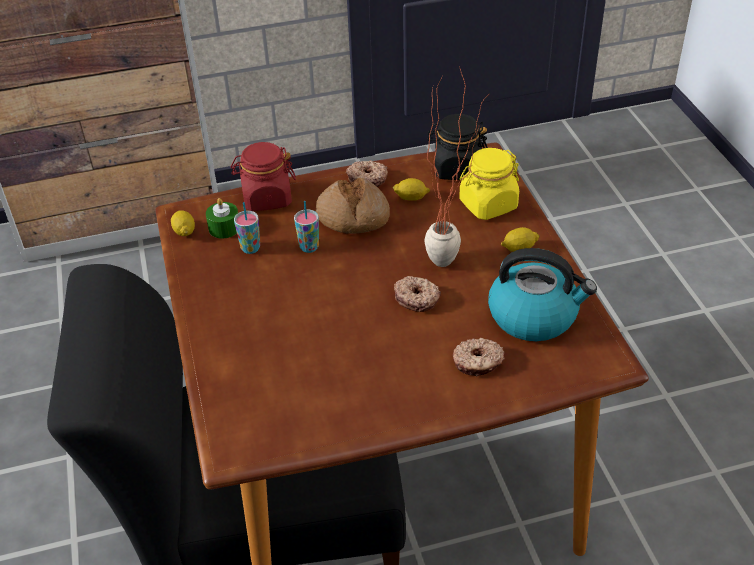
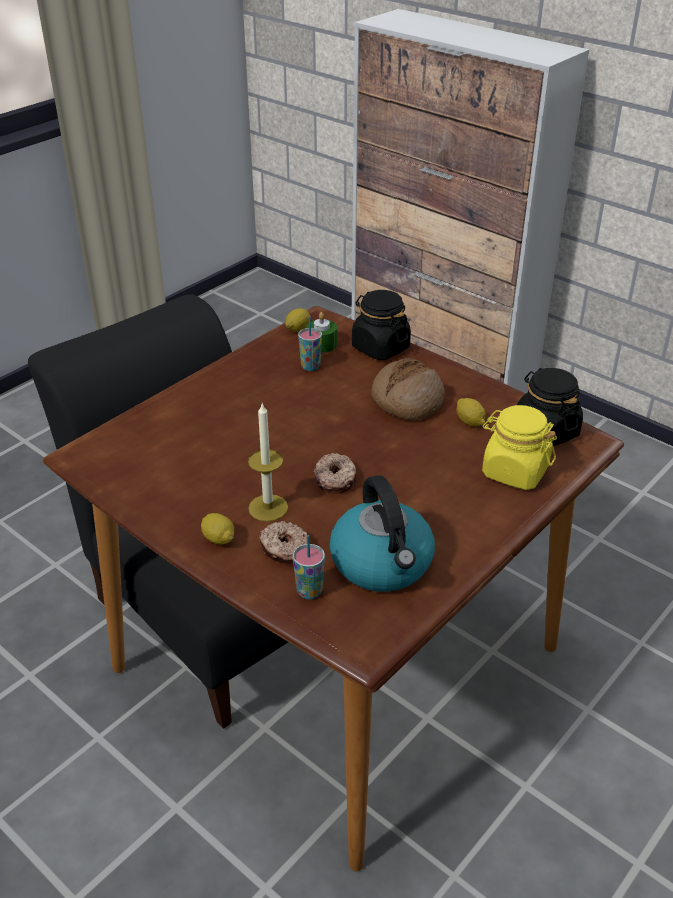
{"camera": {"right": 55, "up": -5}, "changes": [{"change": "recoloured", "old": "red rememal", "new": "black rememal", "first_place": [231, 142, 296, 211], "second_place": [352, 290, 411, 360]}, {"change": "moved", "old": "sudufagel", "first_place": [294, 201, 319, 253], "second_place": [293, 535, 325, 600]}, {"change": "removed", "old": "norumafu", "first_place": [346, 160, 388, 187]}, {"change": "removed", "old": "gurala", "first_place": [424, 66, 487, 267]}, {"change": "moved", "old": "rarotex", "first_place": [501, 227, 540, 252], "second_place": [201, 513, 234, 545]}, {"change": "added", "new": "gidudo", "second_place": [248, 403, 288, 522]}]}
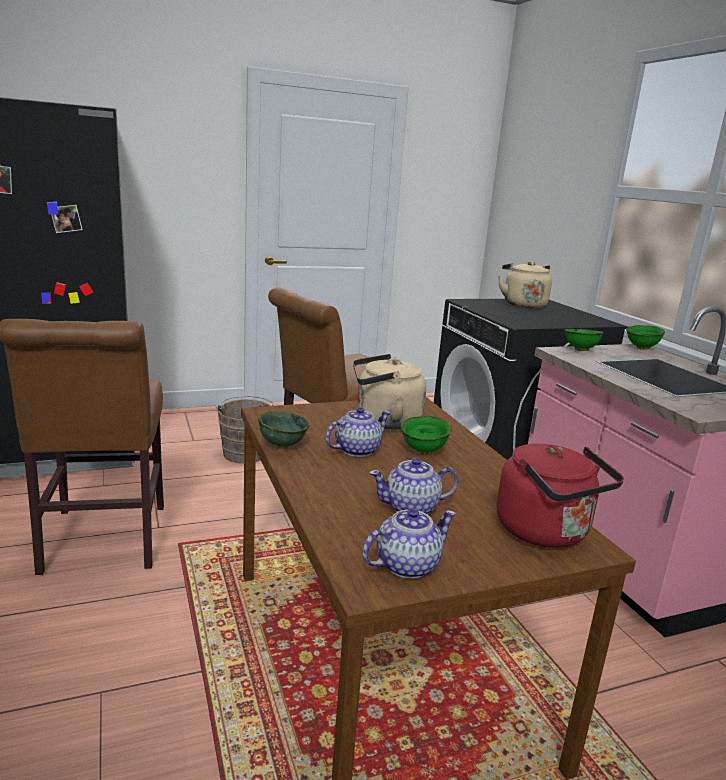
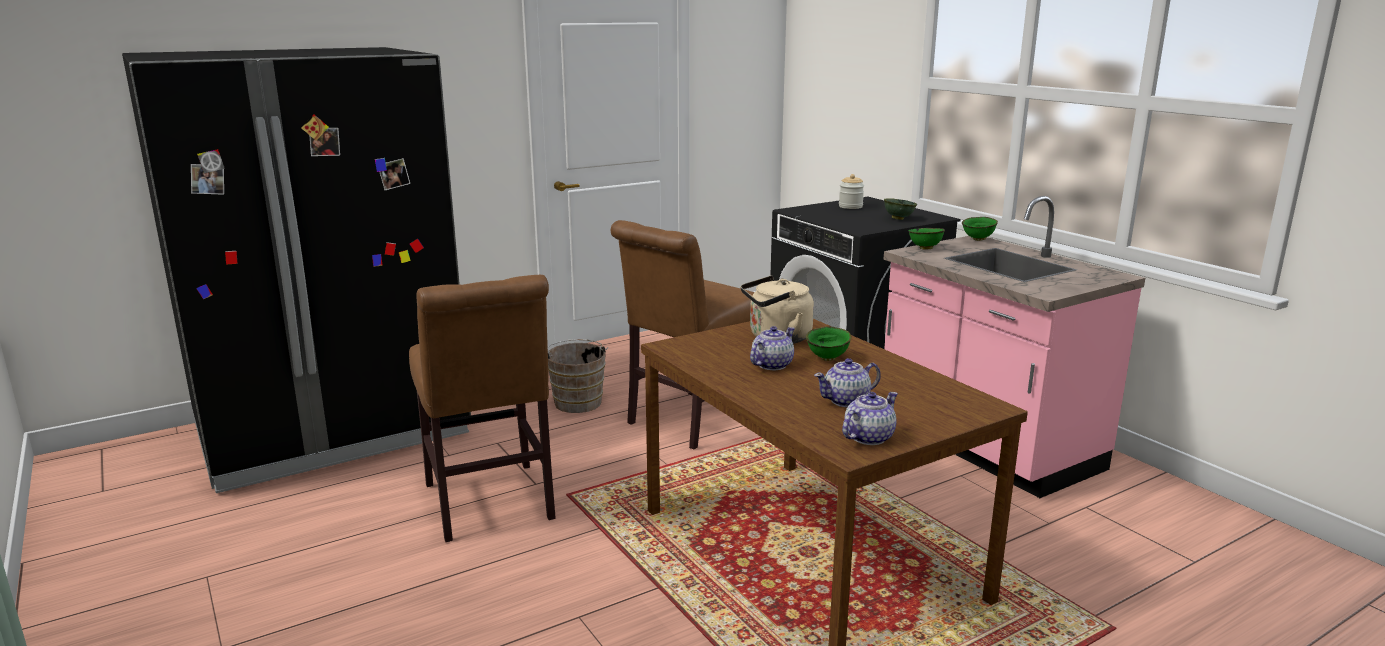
{"camera": {"right": -10, "up": 0}, "changes": [{"change": "moved", "old": "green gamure", "first_place": [258, 411, 309, 449], "second_place": [884, 199, 917, 220]}, {"change": "removed", "old": "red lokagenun", "first_place": [496, 443, 624, 548]}, {"change": "replaced", "old": "beige lokagenun", "new": "rememal", "first_place": [498, 262, 552, 308], "second_place": [839, 174, 864, 209]}]}
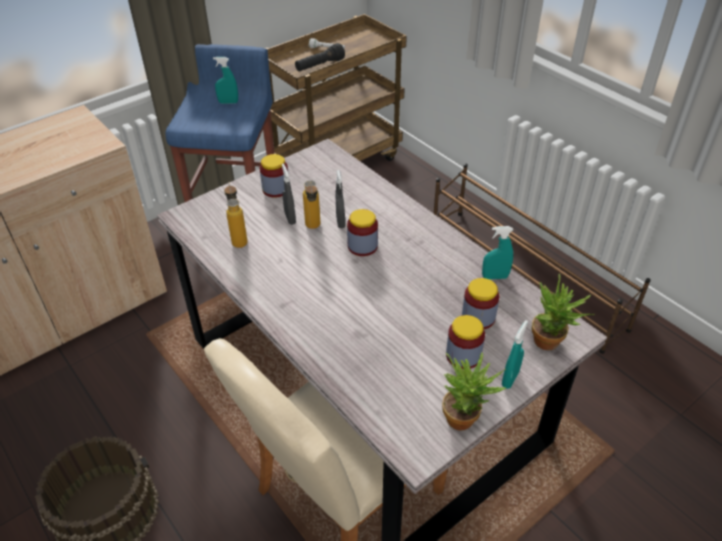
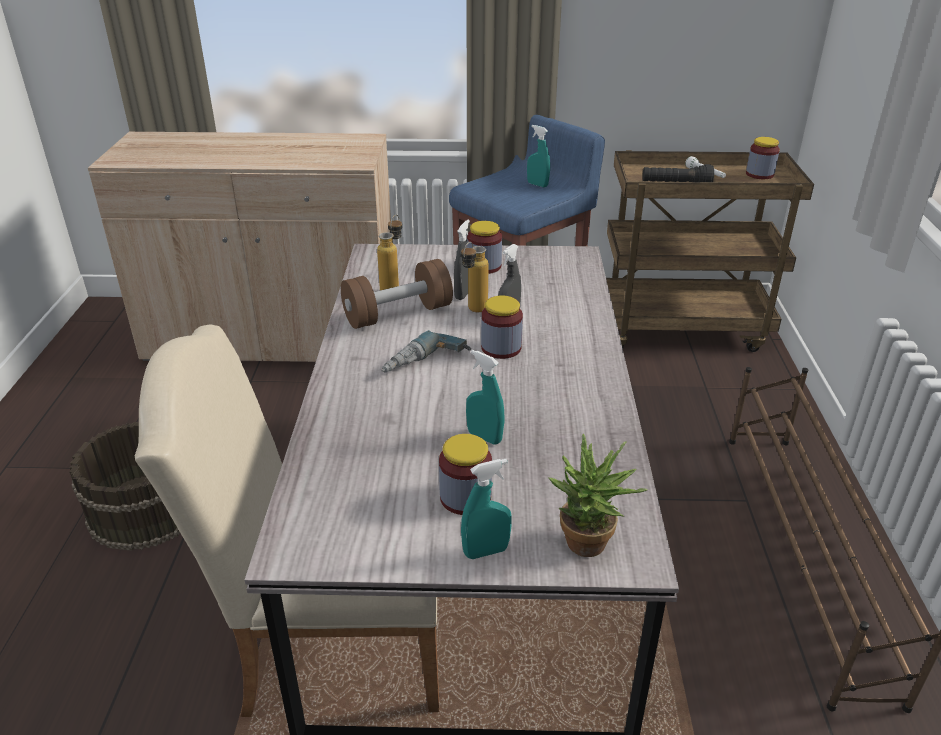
{"camera": {"right": 40, "up": -10}, "changes": [{"change": "removed", "old": "gurala", "first_place": [442, 353, 506, 431]}, {"change": "moved", "old": "rememal", "first_place": [462, 278, 499, 329], "second_place": [746, 137, 780, 179]}, {"change": "moved", "old": "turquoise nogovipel", "first_place": [482, 226, 513, 280], "second_place": [466, 350, 505, 445]}, {"change": "added", "new": "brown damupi", "second_place": [341, 259, 453, 329]}, {"change": "added", "new": "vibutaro", "second_place": [382, 330, 471, 373]}]}
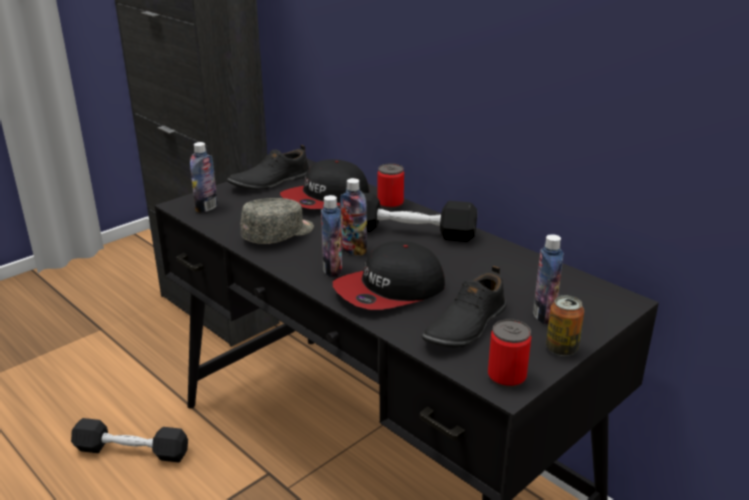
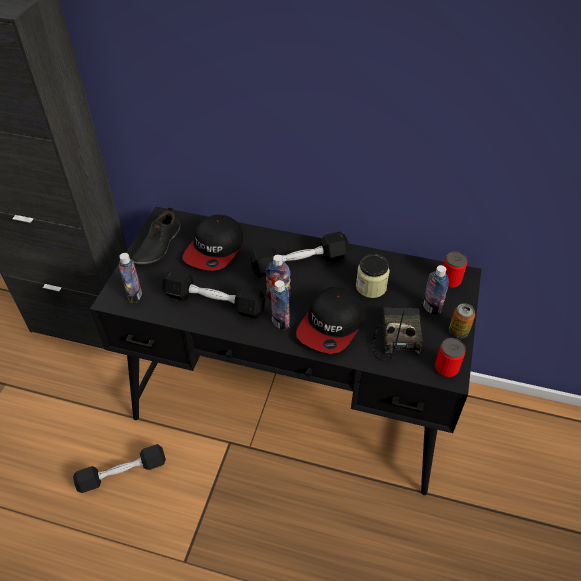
{"camera": {"right": -30, "up": 20}, "changes": [{"change": "replaced", "old": "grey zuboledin", "new": "black damupi", "first_place": [240, 198, 314, 244], "second_place": [162, 269, 266, 319]}, {"change": "moved", "old": "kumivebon", "first_place": [378, 163, 404, 209], "second_place": [443, 251, 467, 288]}, {"change": "replaced", "old": "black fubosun", "new": "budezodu", "first_place": [421, 266, 507, 347], "second_place": [373, 307, 423, 360]}, {"change": "added", "new": "rememal", "second_place": [356, 254, 390, 298]}]}
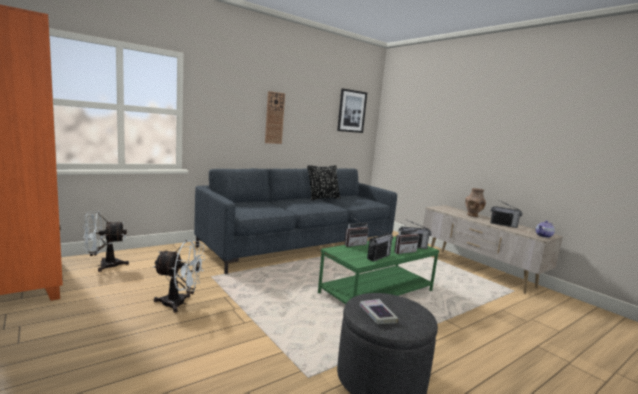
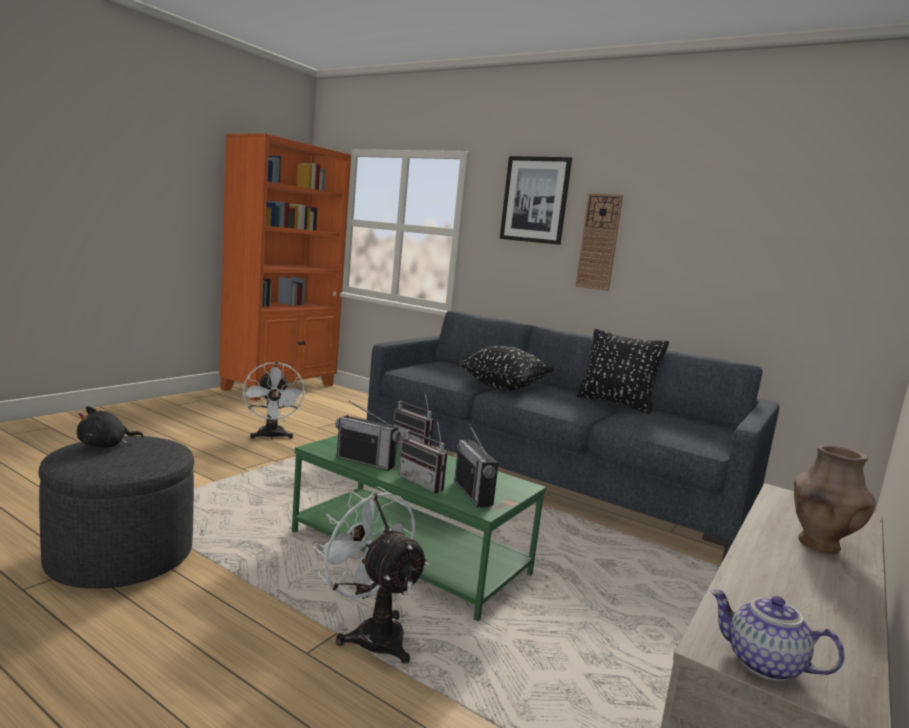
{"camera": {"right": 70, "up": 0}, "changes": [{"change": "moved", "old": "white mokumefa", "first_place": [83, 211, 129, 272], "second_place": [313, 486, 429, 664]}, {"change": "moved", "old": "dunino", "first_place": [337, 88, 367, 133], "second_place": [500, 156, 572, 245]}, {"change": "replaced", "old": "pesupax", "new": "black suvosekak", "first_place": [359, 299, 398, 324], "second_place": [77, 406, 144, 448]}, {"change": "removed", "old": "budezodu", "first_place": [490, 200, 523, 228]}, {"change": "added", "new": "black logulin", "second_place": [456, 346, 554, 391]}]}
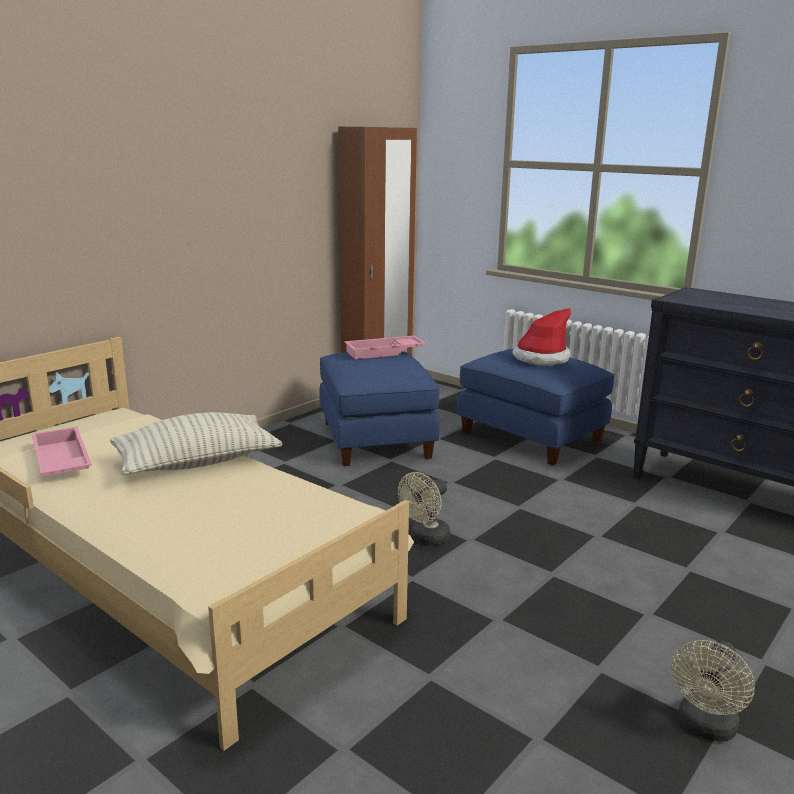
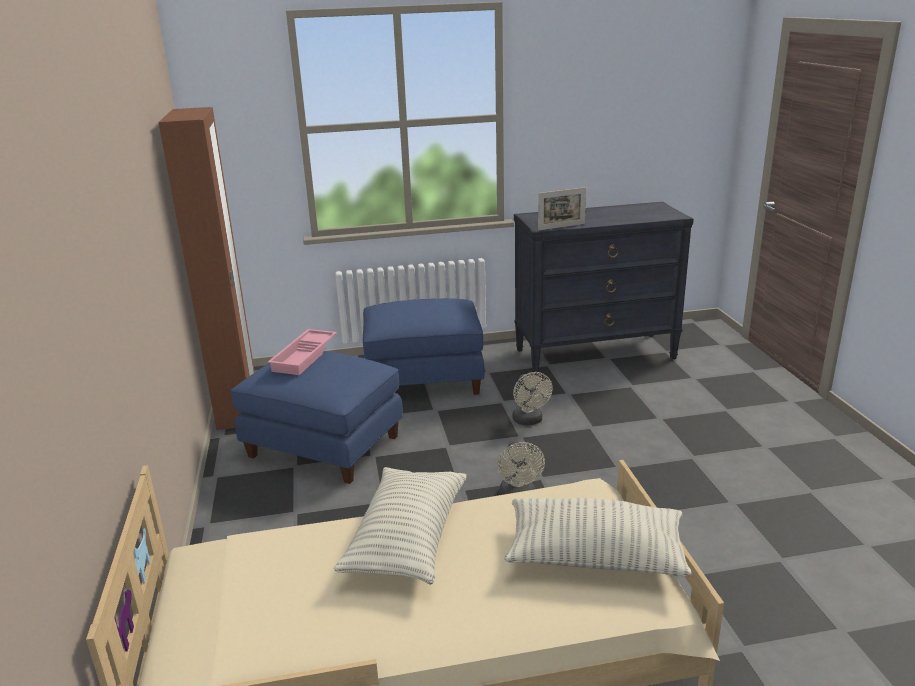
{"camera": {"right": -50, "up": 5}, "changes": [{"change": "removed", "old": "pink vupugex", "first_place": [32, 427, 92, 476]}, {"change": "removed", "old": "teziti", "first_place": [512, 308, 571, 366]}, {"change": "moved", "old": "beige mokumefa", "first_place": [671, 640, 755, 742], "second_place": [512, 372, 553, 426]}, {"change": "added", "new": "logulin", "second_place": [505, 498, 692, 577]}, {"change": "added", "new": "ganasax", "second_place": [538, 187, 586, 230]}]}
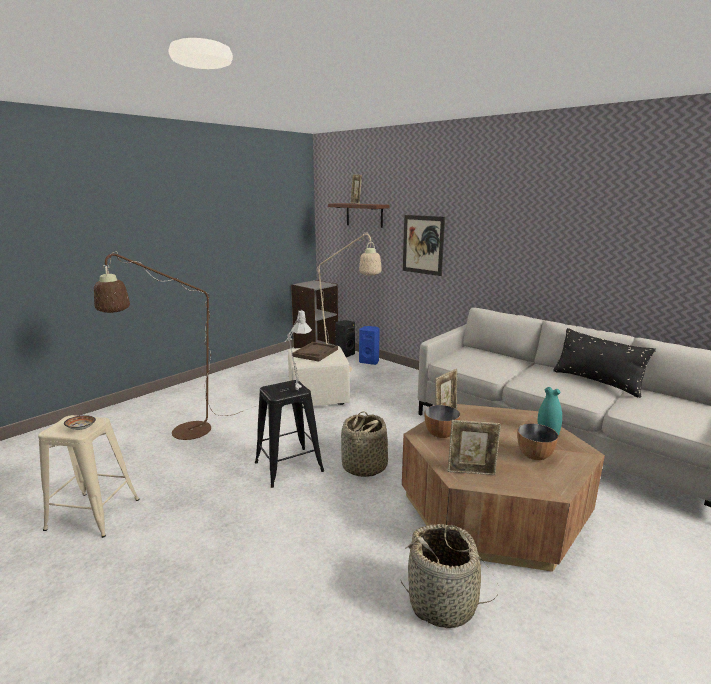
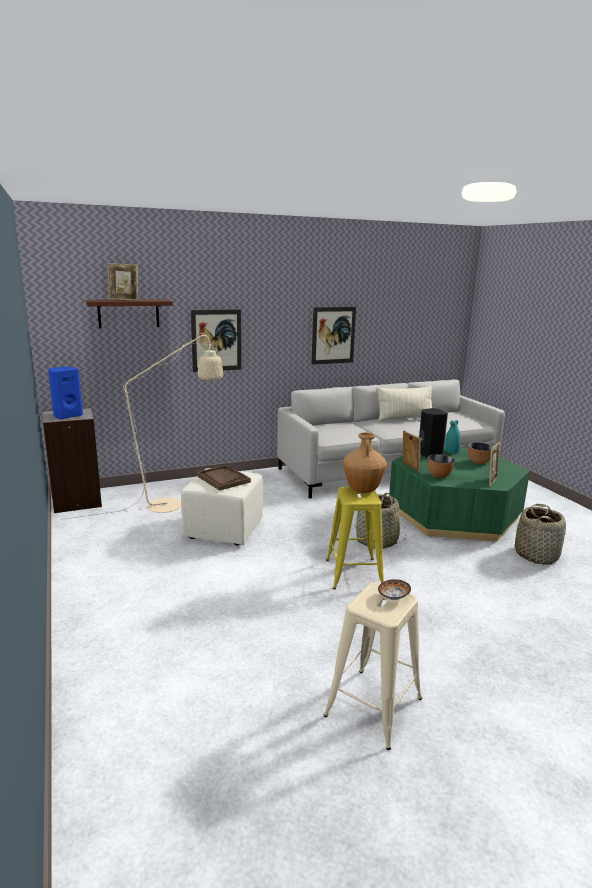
{"camera": {"right": -65, "up": 0}, "changes": [{"change": "removed", "old": "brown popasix", "first_place": [94, 252, 258, 440]}, {"change": "recoloured", "old": "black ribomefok", "new": "yellow ribomefok", "first_place": [255, 380, 324, 488], "second_place": [326, 487, 384, 589]}, {"change": "replaced", "old": "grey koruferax", "new": "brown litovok", "first_place": [285, 310, 312, 391], "second_place": [343, 432, 387, 493]}, {"change": "moved", "old": "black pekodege", "first_place": [335, 320, 355, 357], "second_place": [419, 408, 448, 457]}, {"change": "moved", "old": "blue pekodege", "first_place": [359, 326, 380, 365], "second_place": [48, 367, 83, 419]}, {"change": "recoloured", "old": "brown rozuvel", "new": "green rozuvel", "first_place": [402, 404, 605, 572], "second_place": [389, 447, 530, 542]}, {"change": "recoloured", "old": "black logulin", "new": "beige logulin", "first_place": [553, 328, 656, 398], "second_place": [377, 386, 433, 422]}, {"change": "added", "new": "dunino", "second_place": [311, 307, 356, 364]}]}
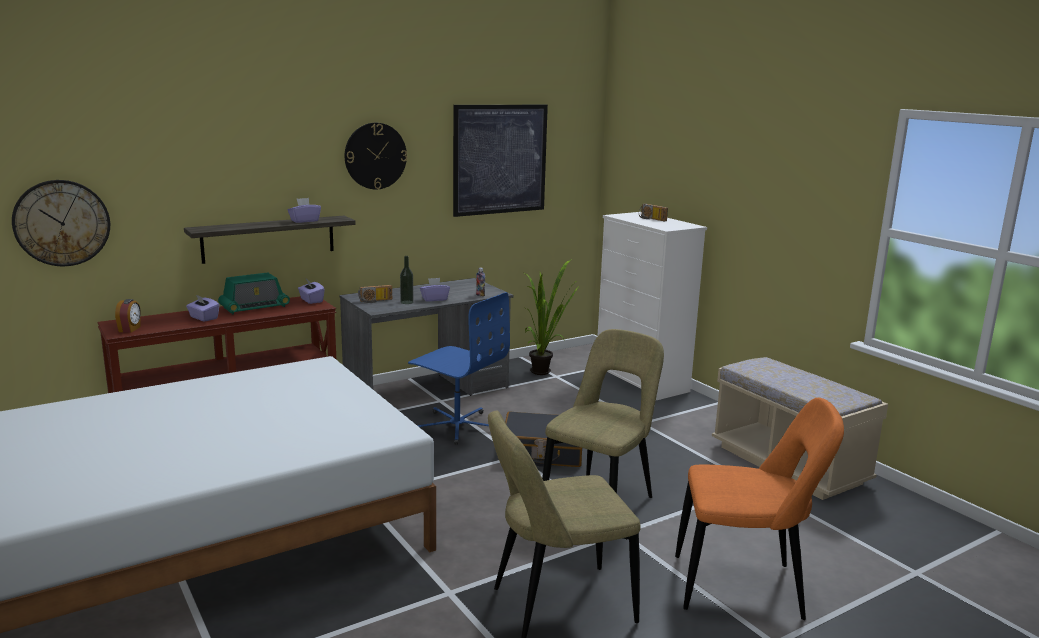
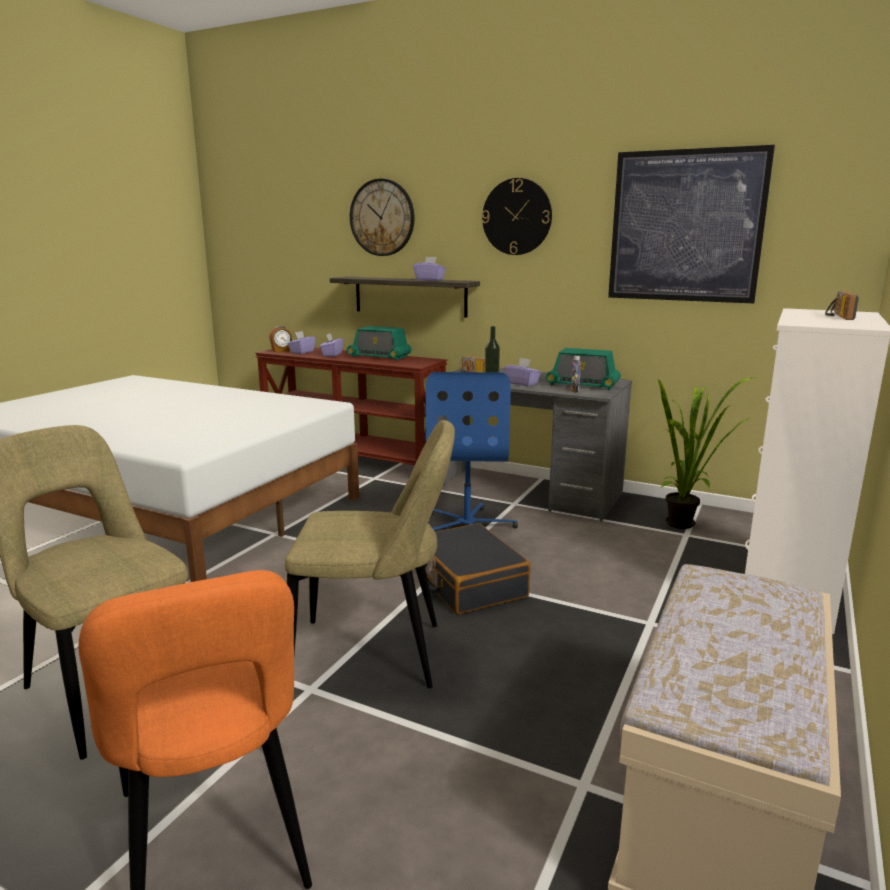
{"camera": {"right": 60, "up": 0}, "changes": [{"change": "moved", "old": "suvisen", "first_place": [12, 180, 110, 266], "second_place": [350, 179, 415, 256]}, {"change": "moved", "old": "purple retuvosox", "first_place": [298, 279, 325, 304], "second_place": [287, 331, 316, 354]}, {"change": "added", "new": "budezodu", "second_place": [546, 348, 621, 390]}]}
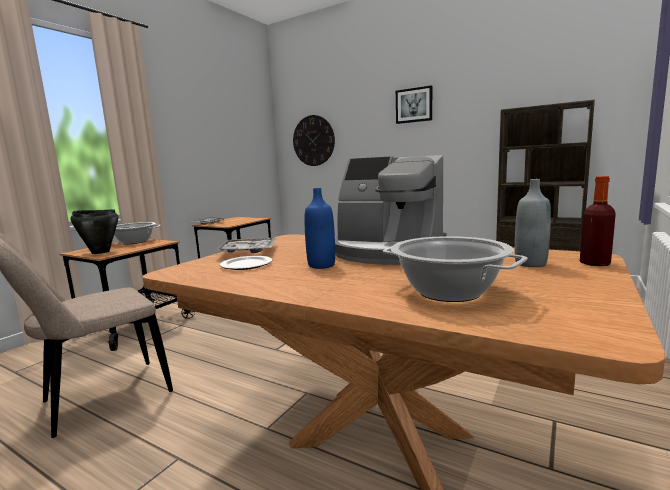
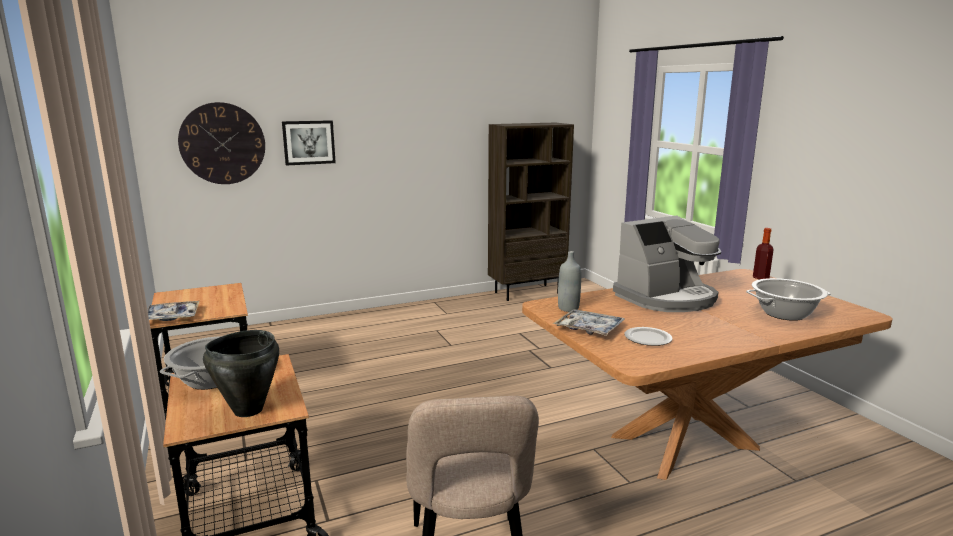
{"camera": {"right": -55, "up": 5}, "changes": [{"change": "removed", "old": "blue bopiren", "first_place": [304, 188, 335, 269]}, {"change": "moved", "old": "dunino", "first_place": [396, 85, 432, 124], "second_place": [282, 120, 336, 166]}, {"change": "moved", "old": "grey bopiren", "first_place": [515, 179, 551, 267], "second_place": [558, 251, 581, 312]}]}
